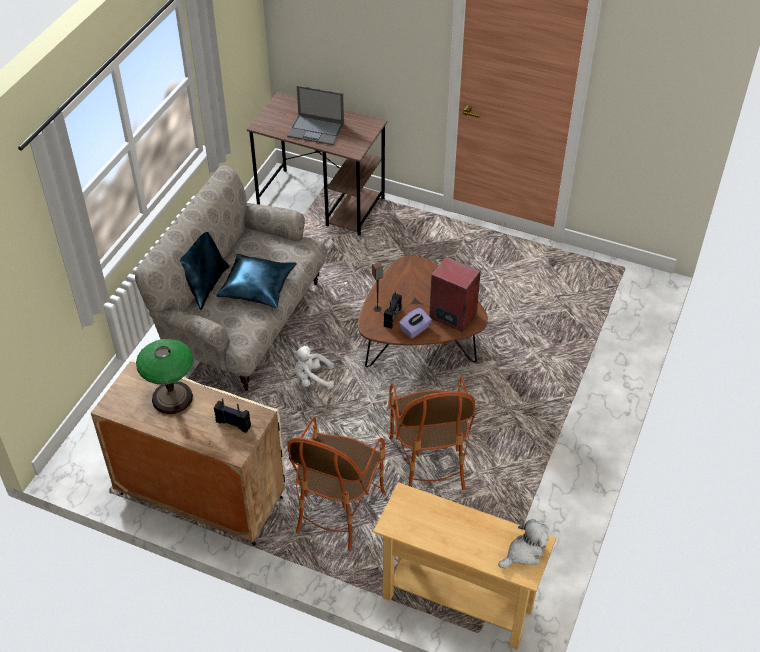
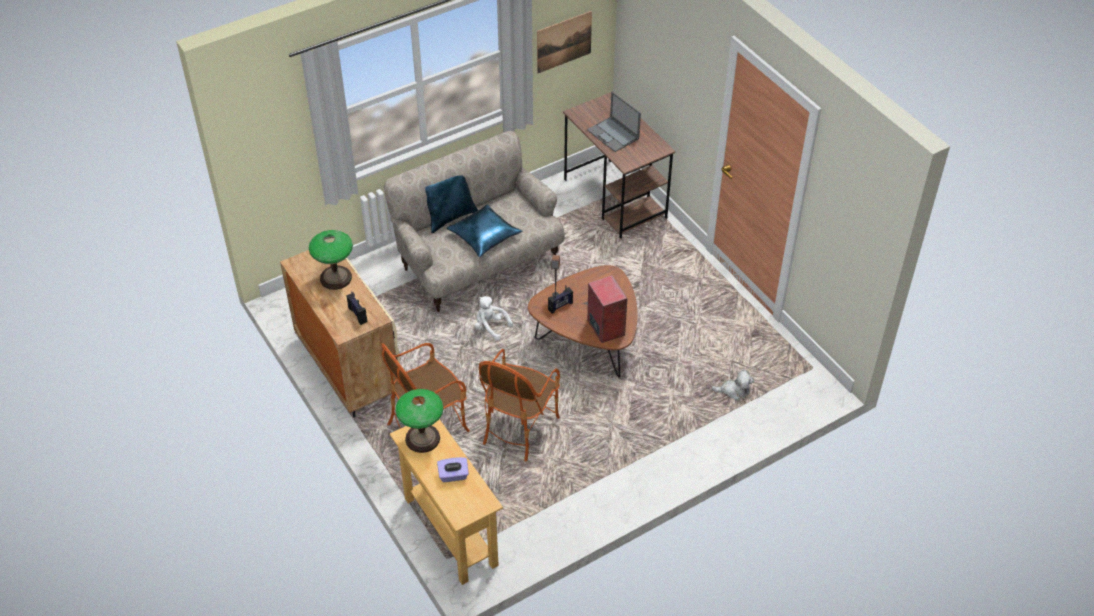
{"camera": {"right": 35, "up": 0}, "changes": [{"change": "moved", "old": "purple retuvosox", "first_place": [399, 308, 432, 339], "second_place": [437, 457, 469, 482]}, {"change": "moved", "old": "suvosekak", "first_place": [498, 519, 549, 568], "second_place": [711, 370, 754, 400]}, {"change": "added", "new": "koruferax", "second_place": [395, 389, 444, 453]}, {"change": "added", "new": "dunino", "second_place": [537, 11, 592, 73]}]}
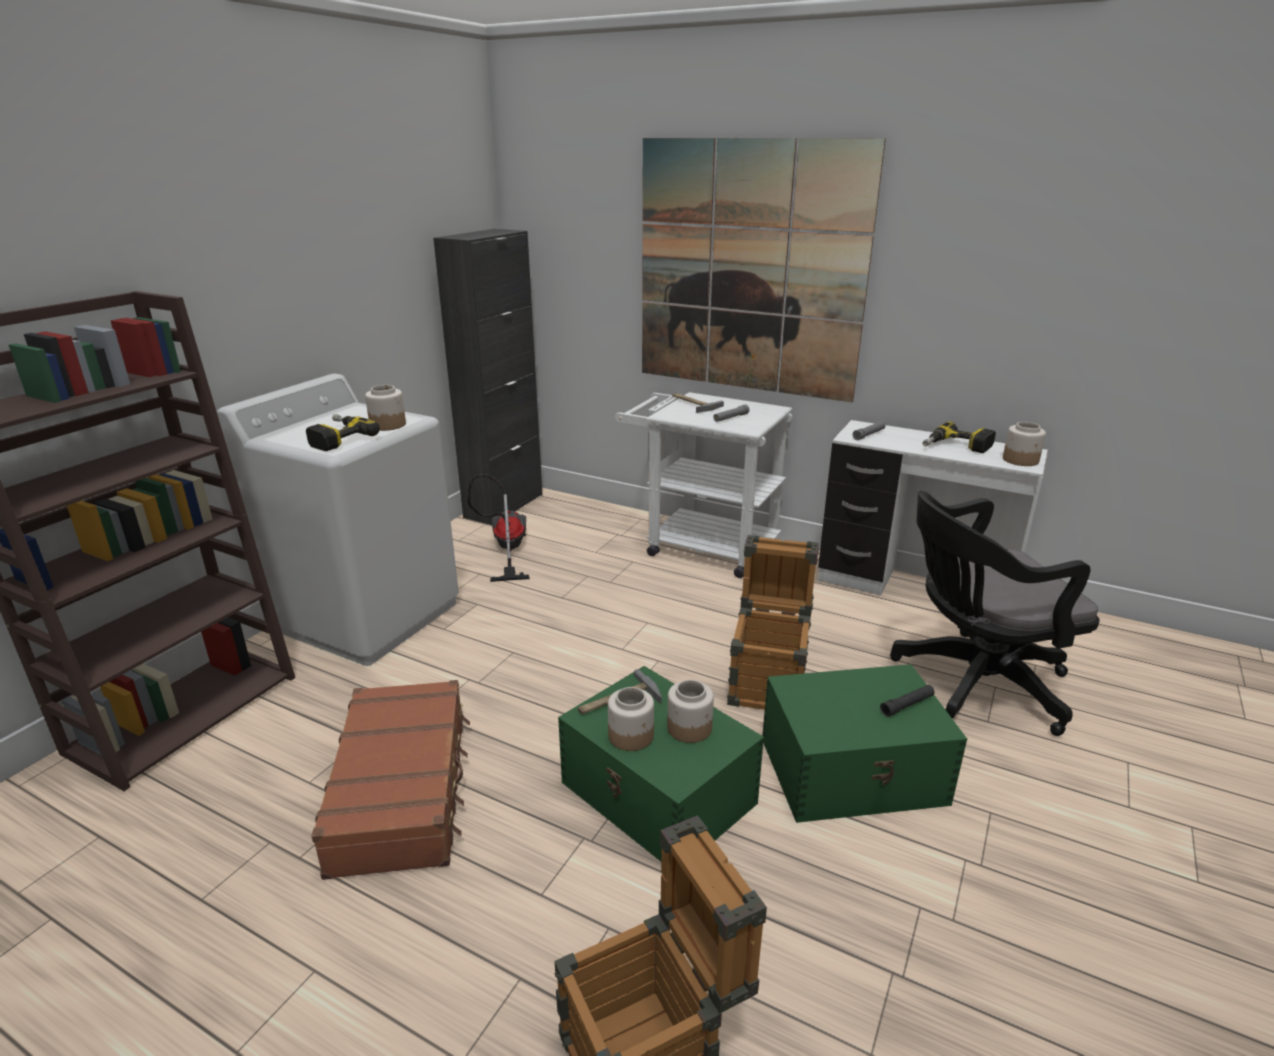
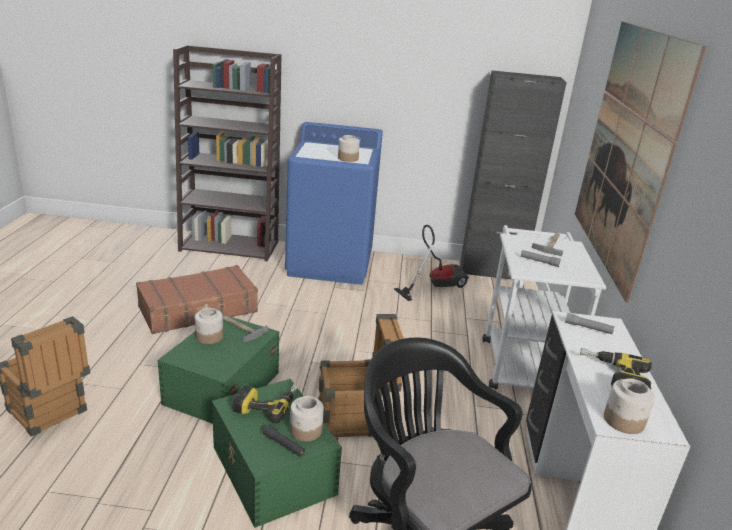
{"camera": {"right": 65, "up": 0}, "changes": [{"change": "recoloured", "old": "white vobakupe", "new": "blue vobakupe", "first_place": [217, 374, 459, 666], "second_place": [285, 122, 383, 285]}, {"change": "moved", "old": "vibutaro", "first_place": [306, 414, 380, 451], "second_place": [233, 383, 298, 423]}, {"change": "moved", "old": "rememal", "first_place": [667, 680, 714, 743], "second_place": [290, 396, 324, 442]}]}
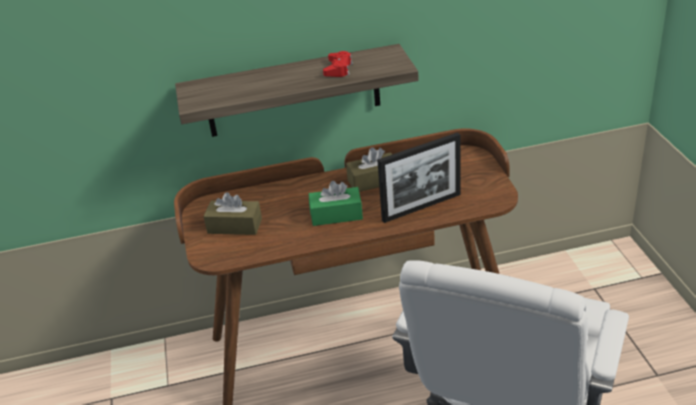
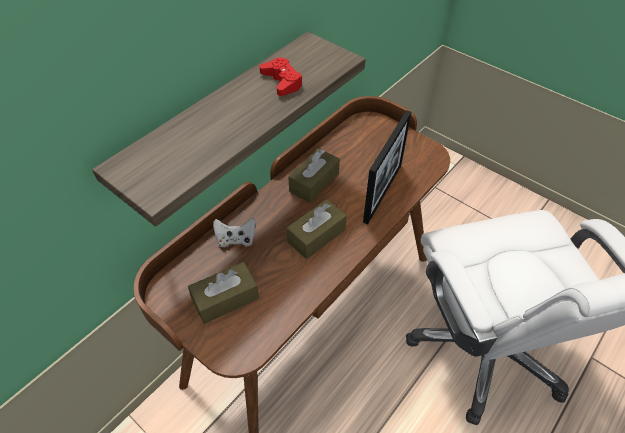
{"camera": {"right": -40, "up": 15}, "changes": [{"change": "recoloured", "old": "green retuvosox", "new": "brown retuvosox", "first_place": [309, 181, 363, 226], "second_place": [286, 199, 347, 259]}, {"change": "added", "new": "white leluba", "second_place": [213, 218, 256, 247]}]}
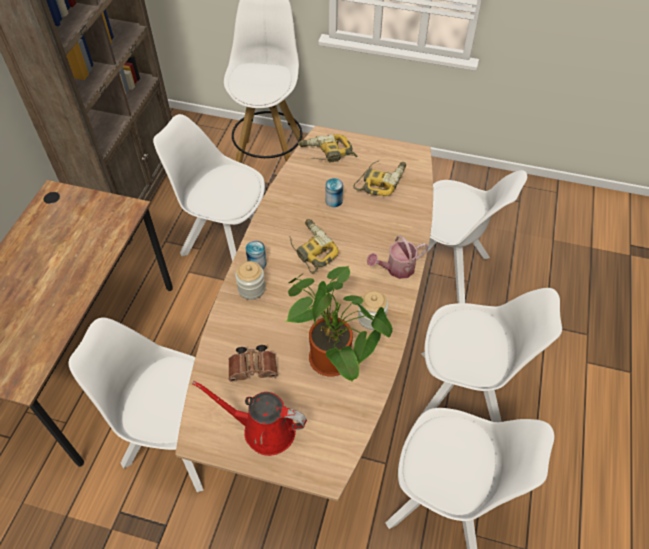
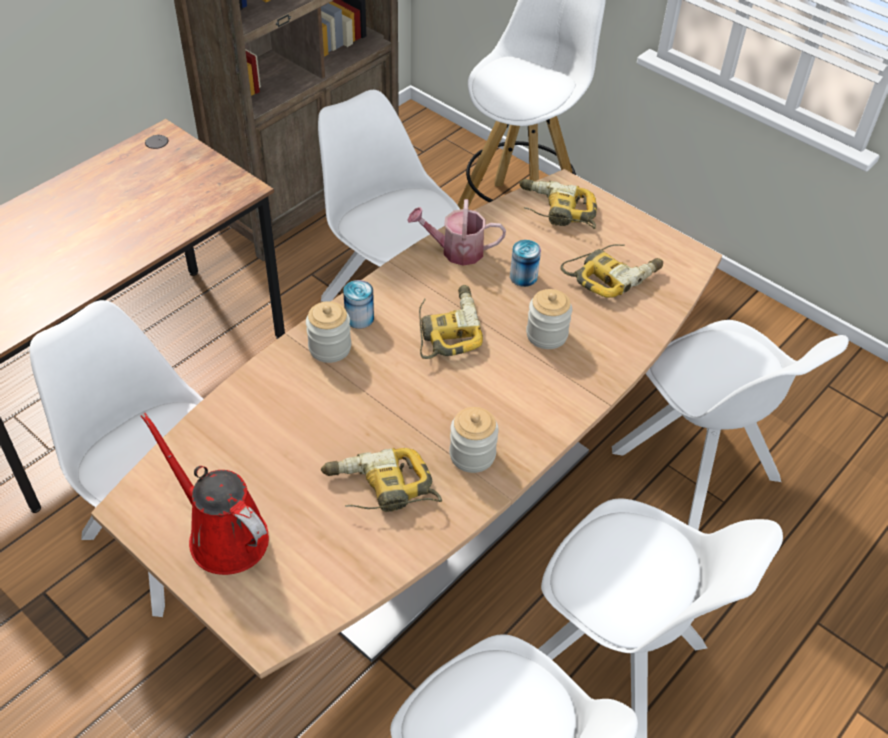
{"camera": {"right": 25, "up": -5}, "changes": [{"change": "removed", "old": "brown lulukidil", "first_place": [229, 345, 278, 382]}, {"change": "replaced", "old": "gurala", "new": "vibutaro", "first_place": [285, 266, 393, 382], "second_place": [321, 448, 442, 512]}, {"change": "moved", "old": "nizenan", "first_place": [367, 235, 429, 279], "second_place": [407, 199, 506, 266]}, {"change": "added", "new": "rememal", "second_place": [526, 289, 572, 349]}]}
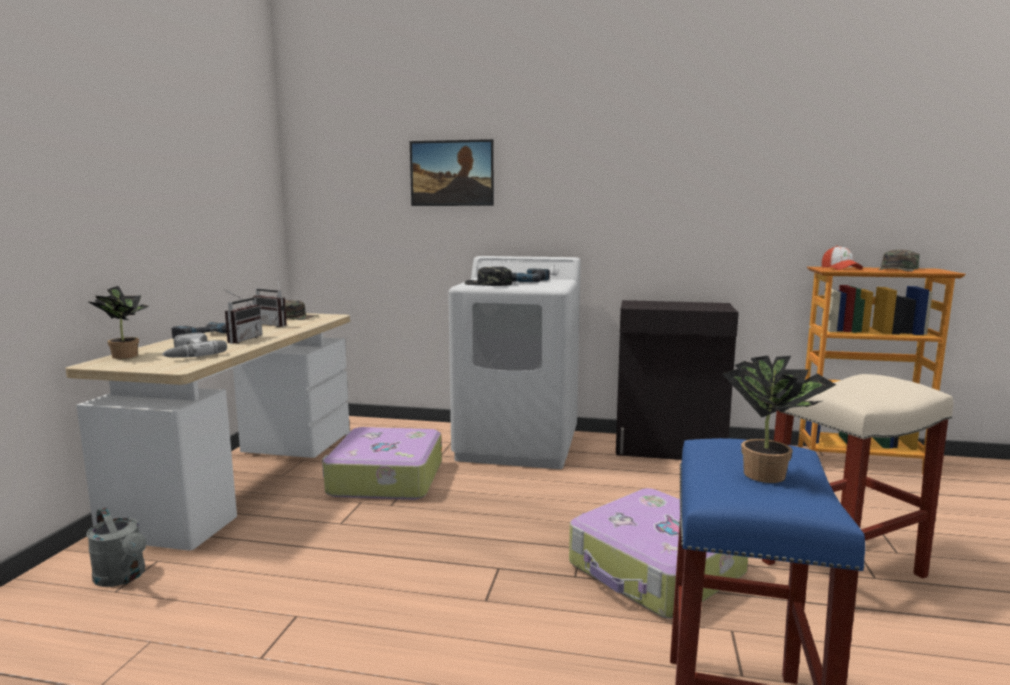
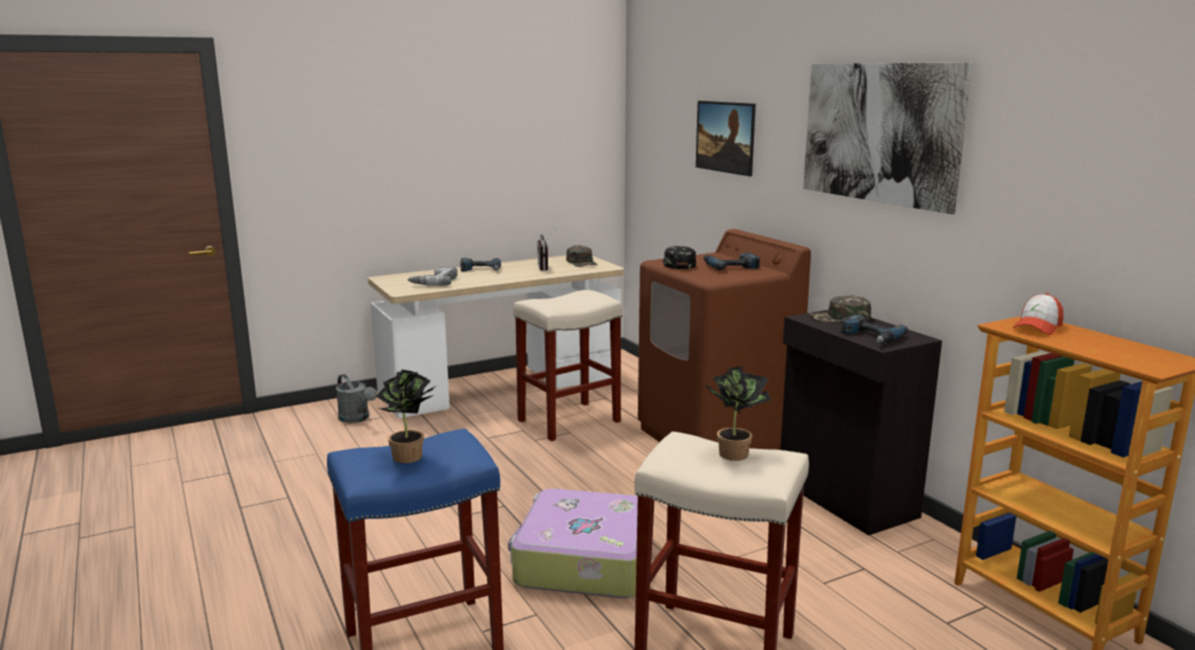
{"camera": {"right": 50, "up": 5}, "changes": [{"change": "turned", "old": "grey nizenan", "first_place": [86, 508, 146, 587], "second_place": [336, 374, 377, 423], "degrees": -45}, {"change": "moved", "old": "gurala", "first_place": [87, 286, 149, 359], "second_place": [703, 366, 771, 461]}, {"change": "removed", "old": "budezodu", "first_place": [223, 289, 263, 344]}, {"change": "replaced", "old": "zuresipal", "new": "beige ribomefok", "first_place": [322, 427, 442, 500], "second_place": [513, 290, 623, 441]}, {"change": "recoloured", "old": "white vobakupe", "new": "brown vobakupe", "first_place": [448, 256, 581, 469], "second_place": [638, 229, 811, 450]}, {"change": "moved", "old": "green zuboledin", "first_place": [879, 250, 920, 272], "second_place": [810, 295, 871, 322]}, {"change": "added", "new": "dunino", "second_place": [803, 62, 973, 214]}, {"change": "added", "new": "vibutaro", "second_place": [839, 314, 908, 343]}]}
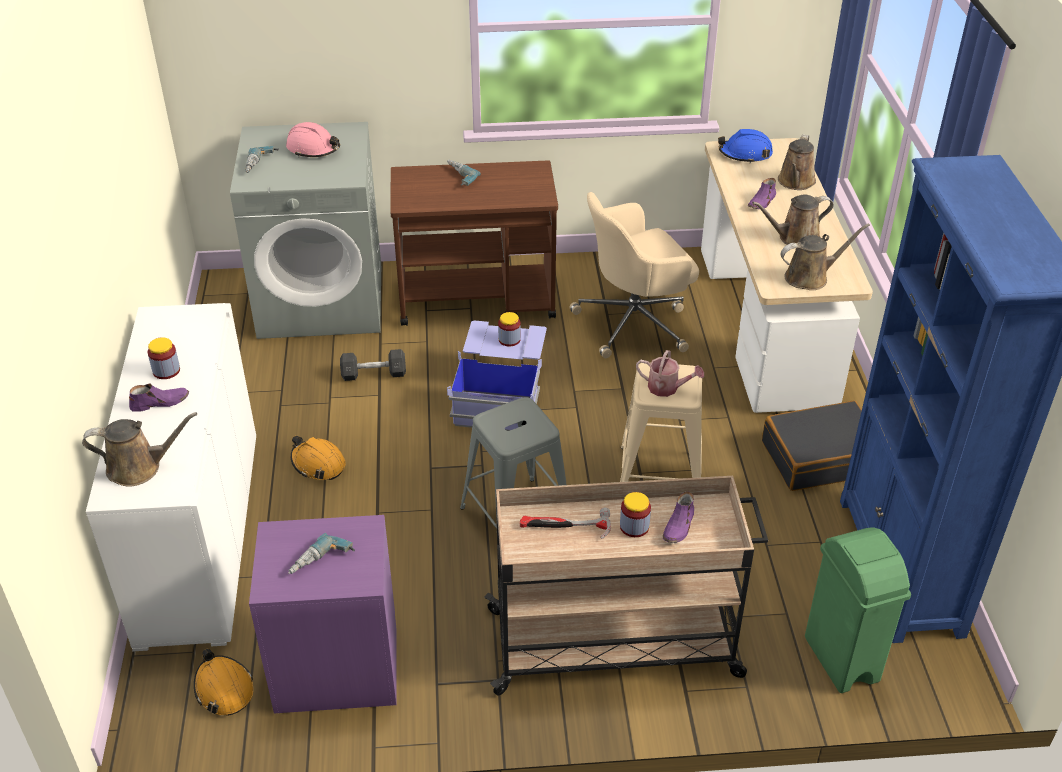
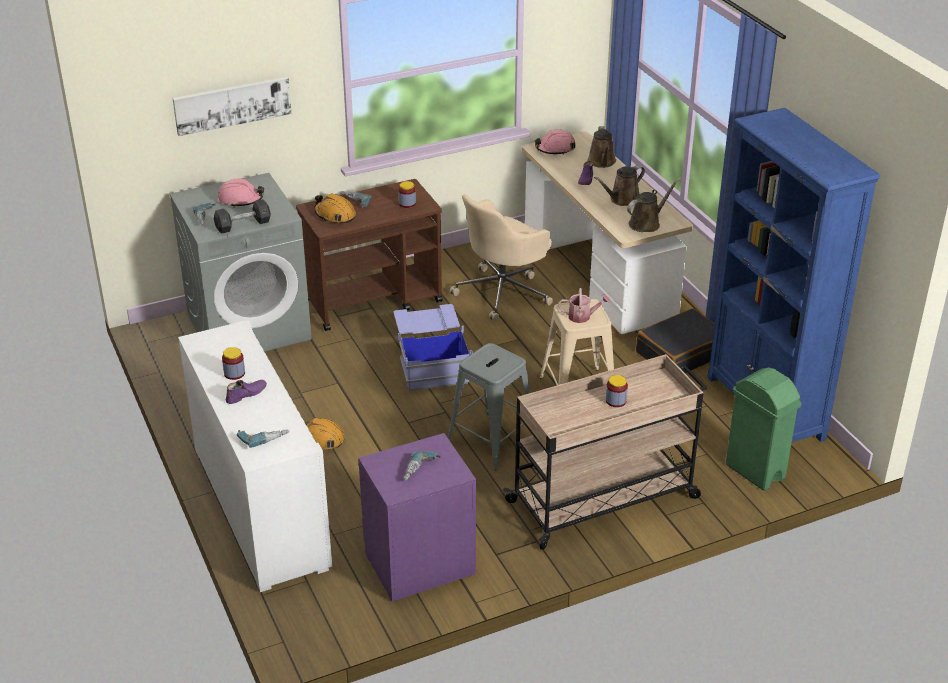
{"camera": {"right": -20, "up": -5}, "changes": [{"change": "replaced", "old": "brown nizenan", "new": "vibutaro", "first_place": [82, 412, 197, 487], "second_place": [237, 430, 289, 448]}, {"change": "moved", "old": "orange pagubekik", "first_place": [194, 649, 253, 716], "second_place": [314, 193, 356, 224]}, {"change": "moved", "old": "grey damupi", "first_place": [340, 349, 406, 381], "second_place": [214, 199, 271, 234]}, {"change": "moved", "old": "rememal", "first_place": [498, 312, 521, 347], "second_place": [398, 181, 416, 208]}, {"change": "removed", "old": "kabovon", "first_place": [520, 508, 611, 539]}, {"change": "removed", "old": "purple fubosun", "first_place": [663, 491, 694, 543]}, {"change": "recoloured", "old": "blue pagubekik", "new": "pink pagubekik", "first_place": [718, 129, 773, 164], "second_place": [534, 129, 576, 155]}, {"change": "added", "new": "dunino", "second_place": [172, 77, 292, 136]}]}
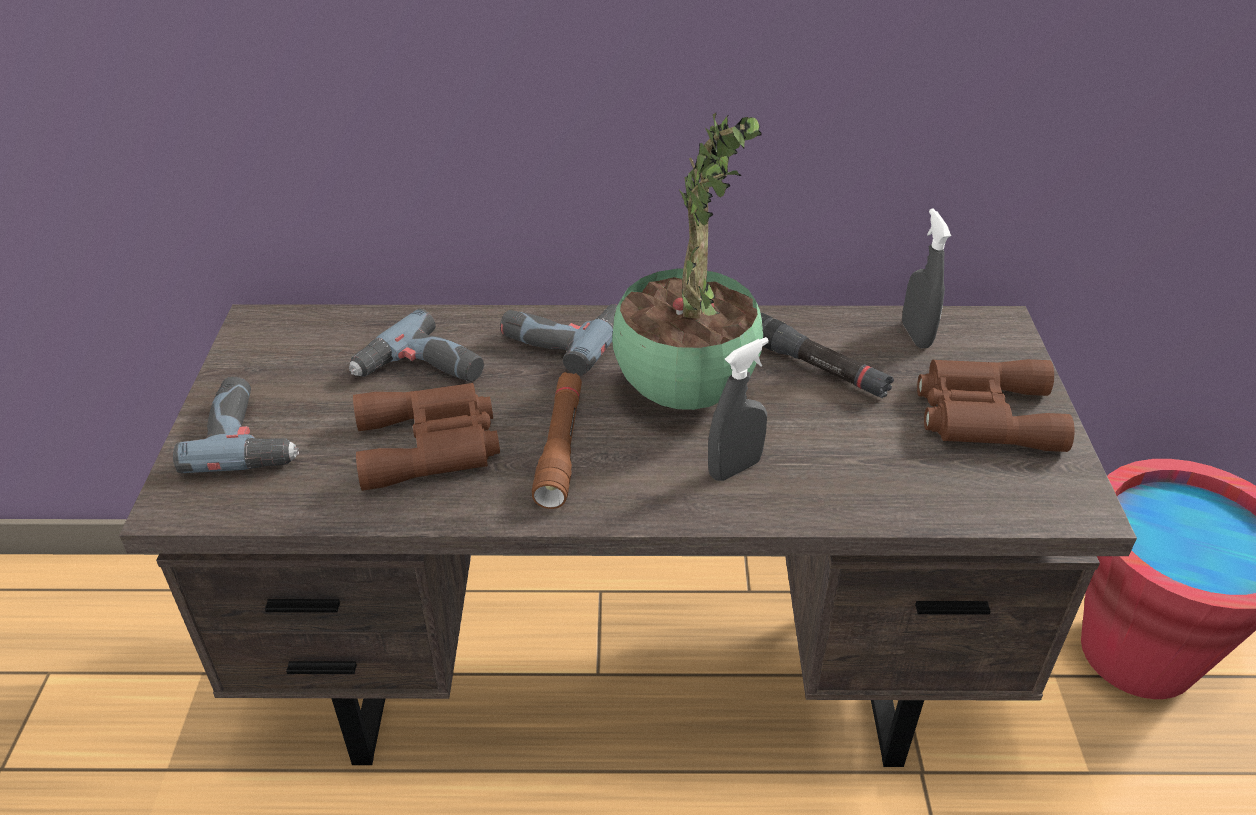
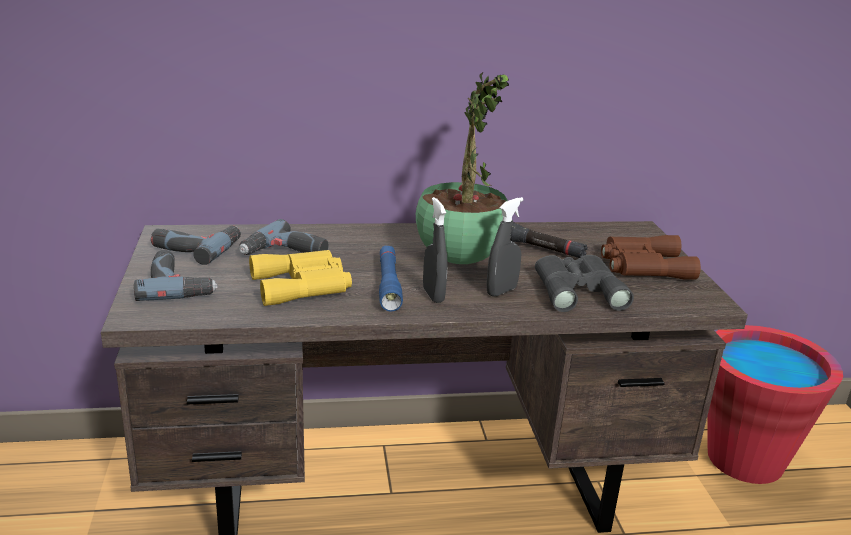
{"camera": {"right": -10, "up": -15}, "changes": [{"change": "recoloured", "old": "brown lulukidil", "new": "yellow lulukidil", "first_place": [353, 383, 500, 491], "second_place": [249, 250, 352, 306]}, {"change": "moved", "old": "vibutaro", "first_place": [500, 304, 618, 376], "second_place": [151, 226, 241, 265]}, {"change": "recoloured", "old": "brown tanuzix", "new": "blue tanuzix", "first_place": [532, 372, 582, 509], "second_place": [379, 245, 403, 311]}, {"change": "moved", "old": "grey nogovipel", "first_place": [902, 208, 951, 348], "second_place": [423, 197, 447, 303]}, {"change": "added", "new": "grey lulukidil", "second_place": [535, 255, 634, 312]}]}
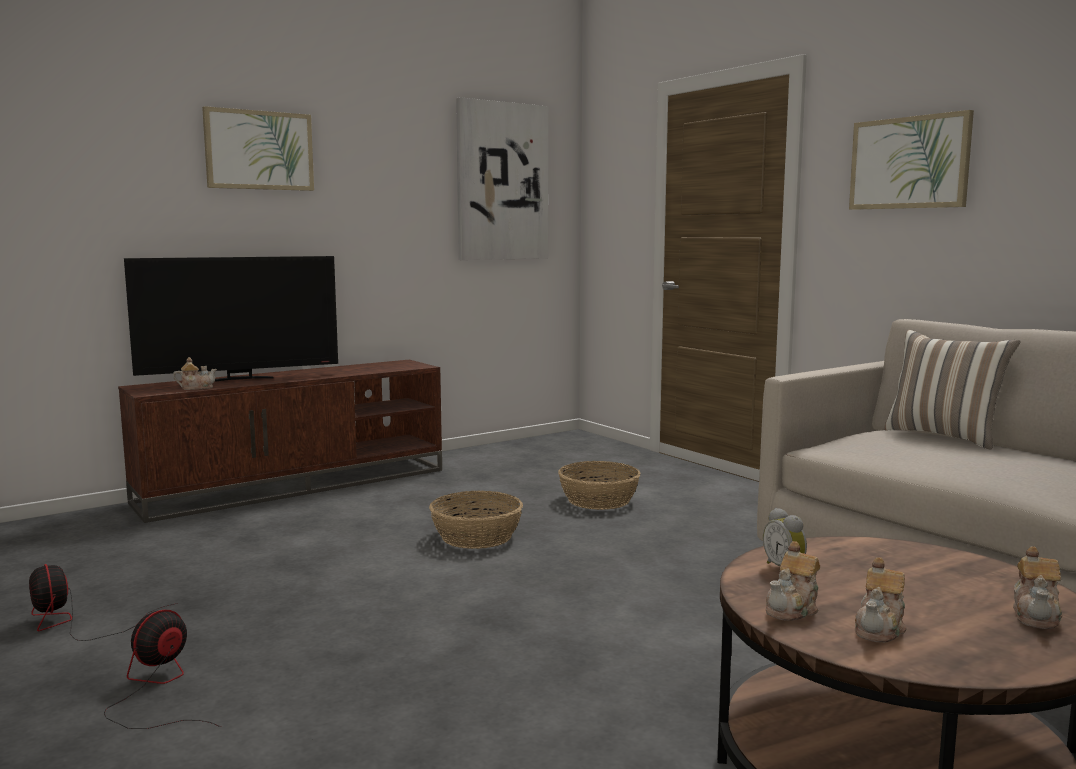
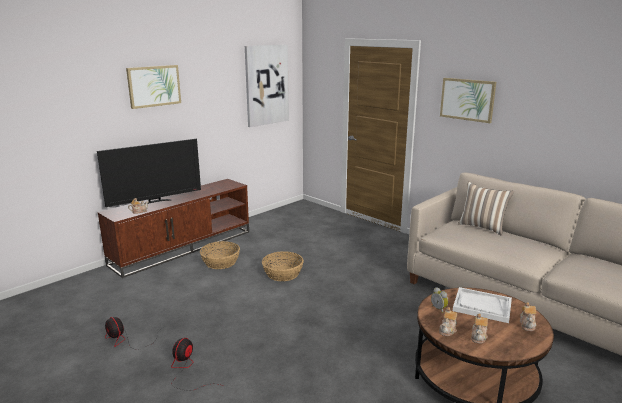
{"camera": {"right": -10, "up": 10}, "changes": [{"change": "moved", "old": "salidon", "first_place": [558, 461, 641, 510], "second_place": [200, 241, 240, 269]}, {"change": "added", "new": "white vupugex", "second_place": [453, 287, 512, 323]}]}
